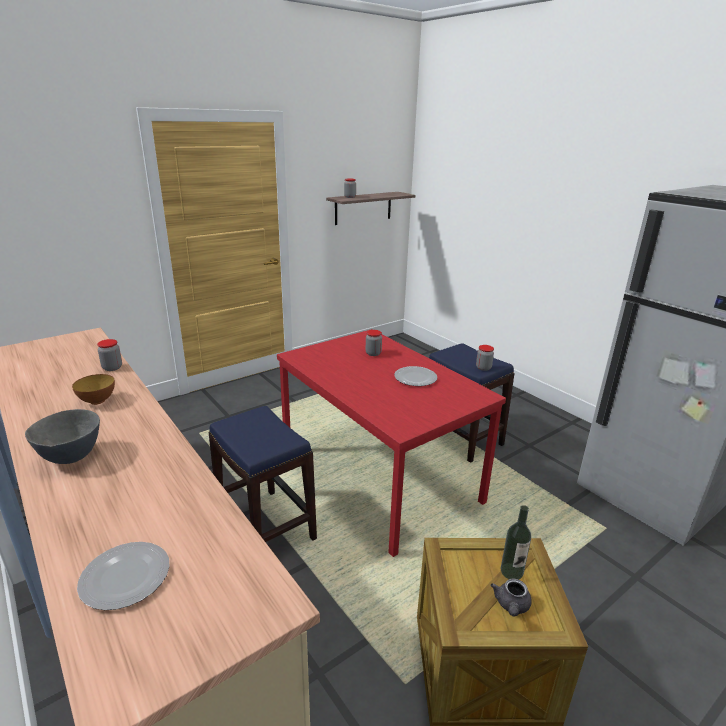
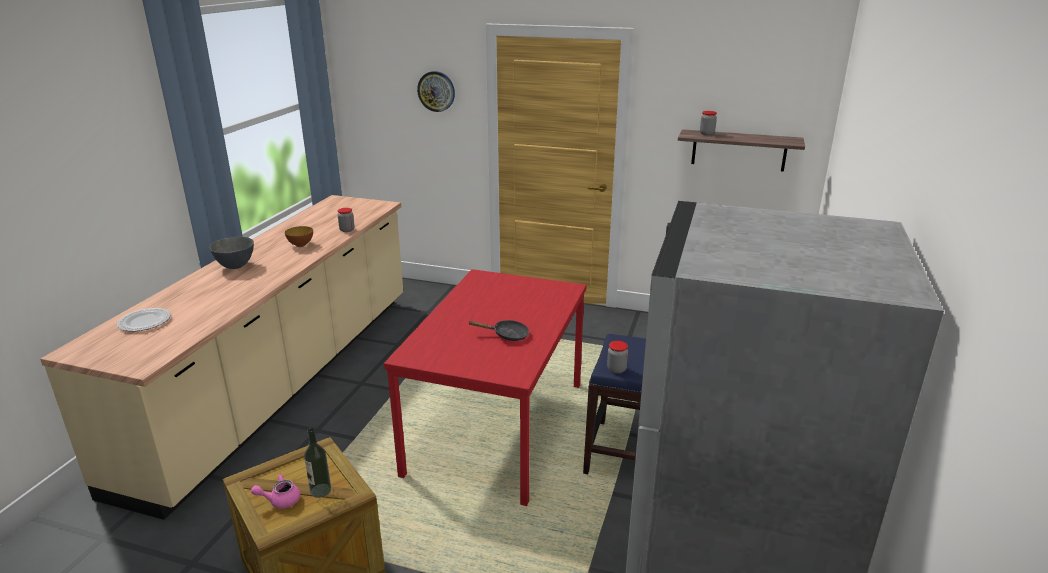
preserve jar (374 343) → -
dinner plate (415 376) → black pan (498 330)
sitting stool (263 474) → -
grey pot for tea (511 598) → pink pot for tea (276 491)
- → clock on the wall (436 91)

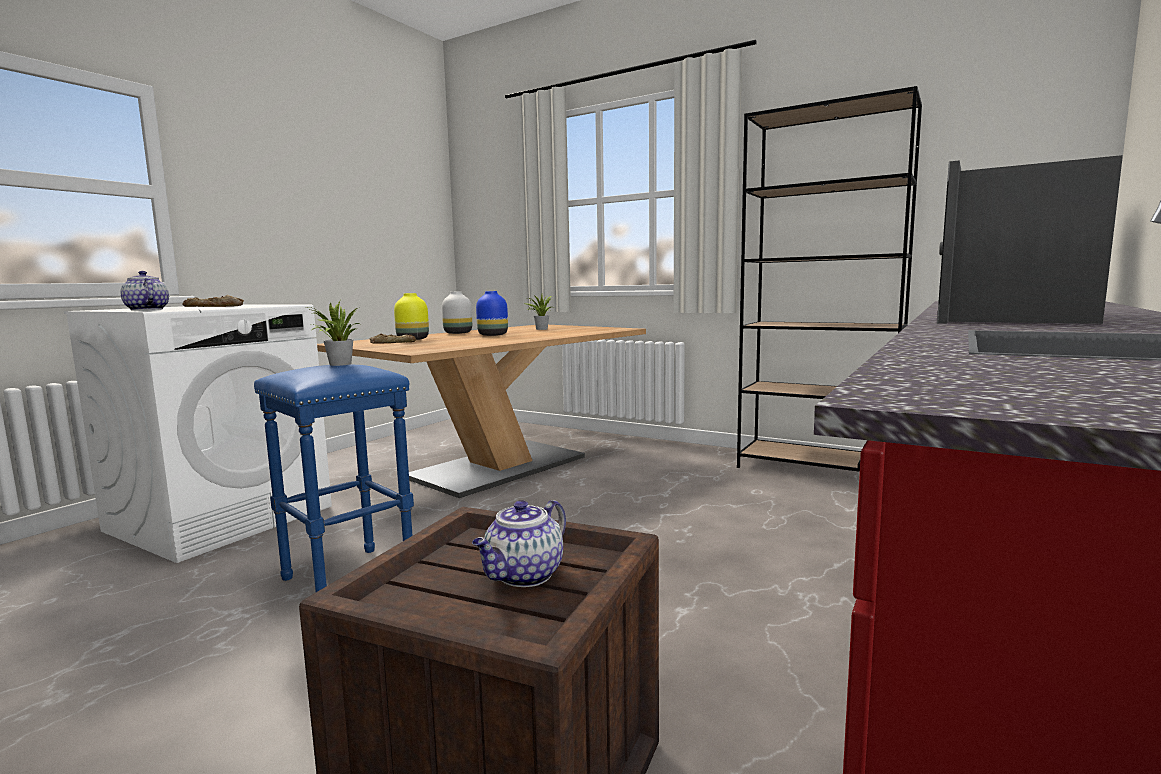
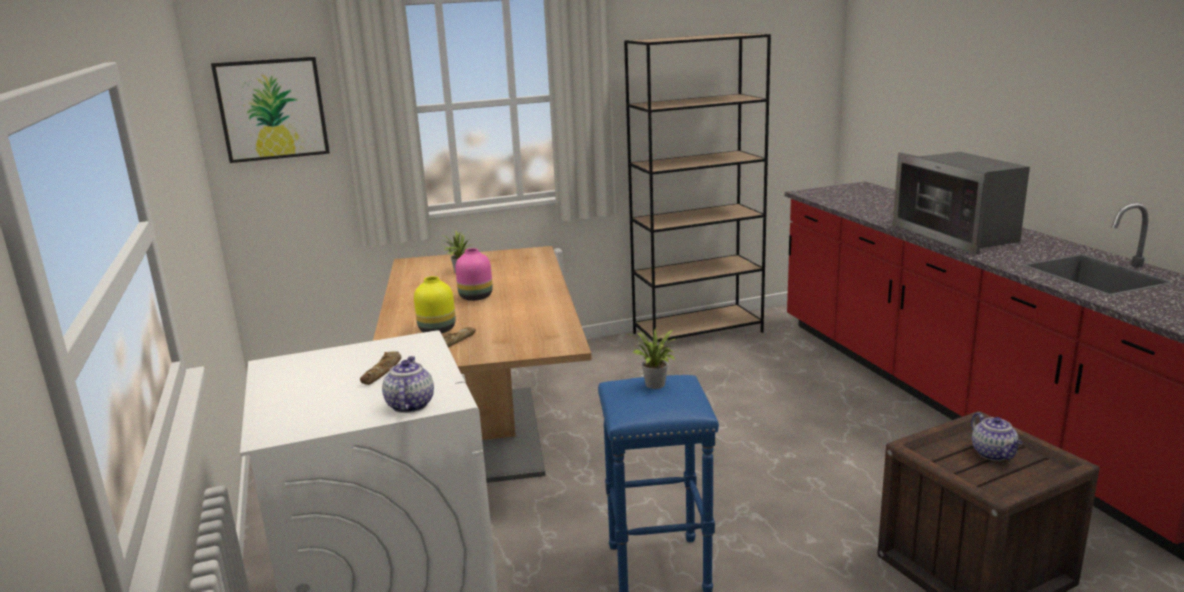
pot for tea (144 291) → pot for tea (408 384), 90 degrees clockwise
white-coloured flower vase (457 312) → -
blue flower vase (492 313) → pink flower vase (474 274)
- → wall art (270 110)

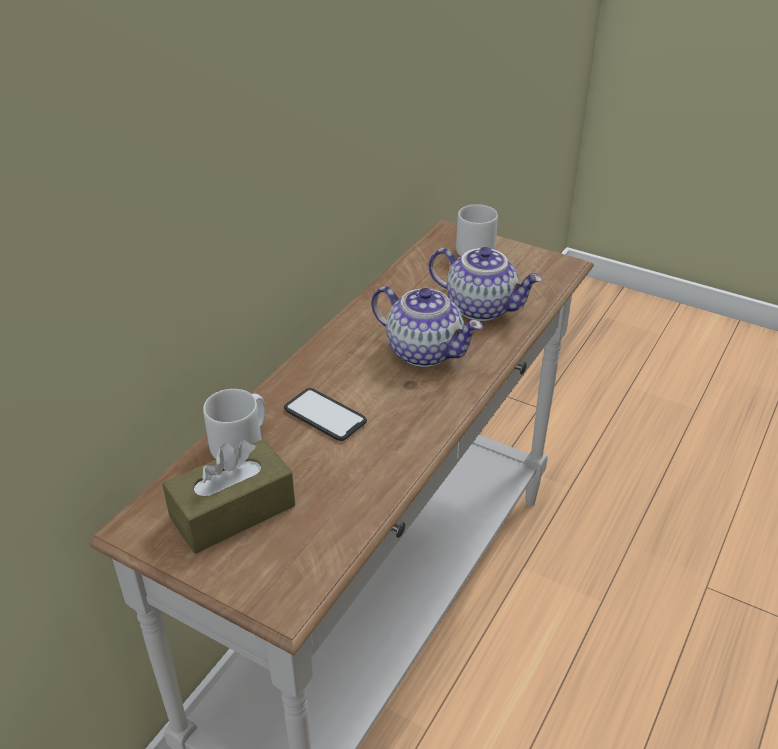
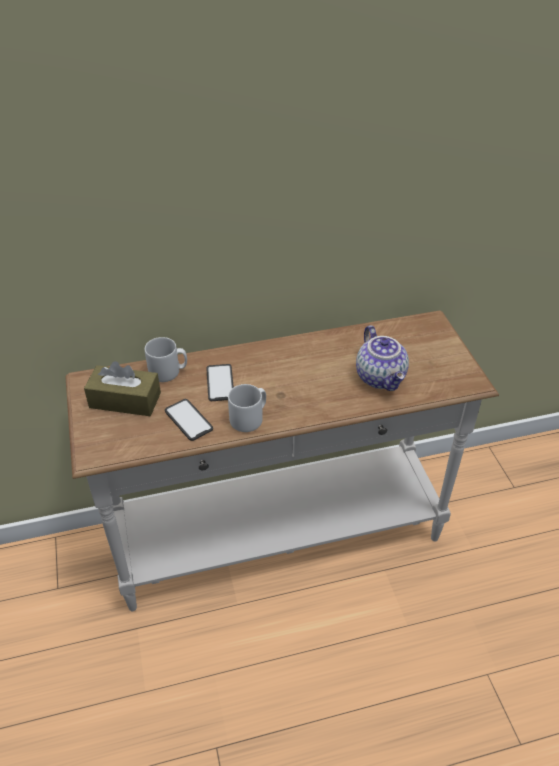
grey mug (477 230) → grey mug (247 408), move
pot for tea (427 326) → -
- → telephone (189 420)

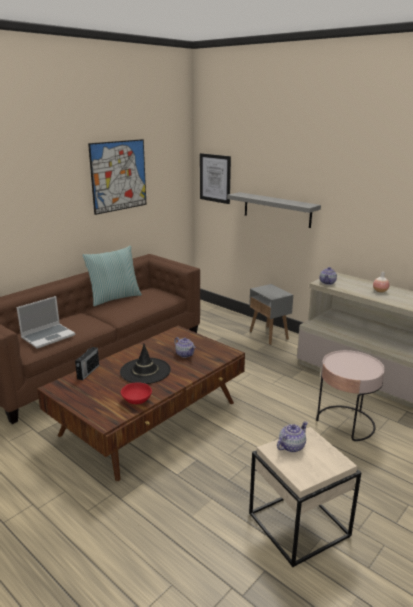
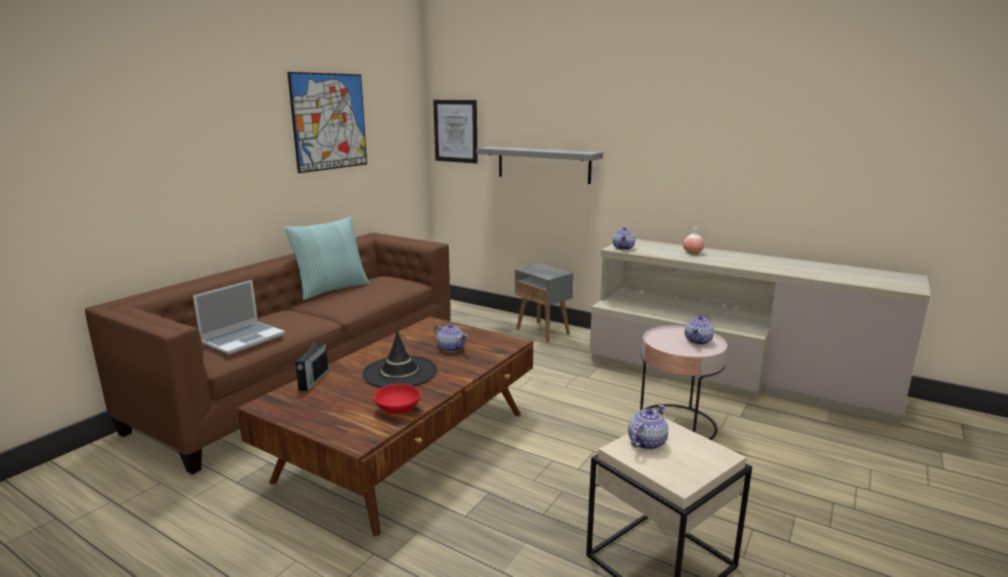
- → pot for tea (699 330)

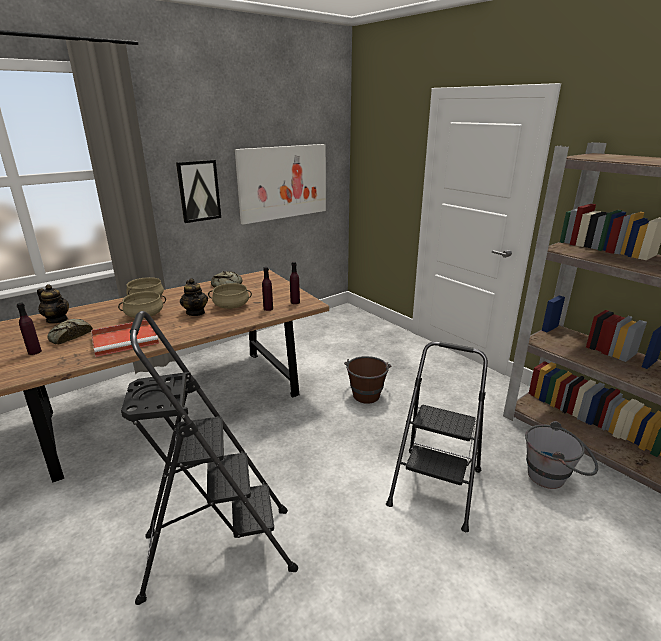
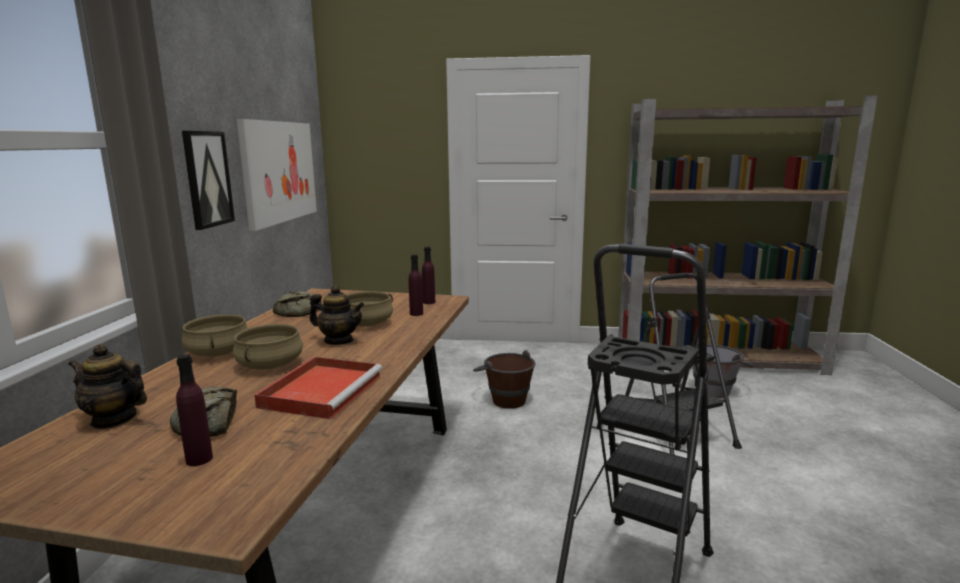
pot for tea (53 303) → pot for tea (107 386), 150 degrees counterclockwise

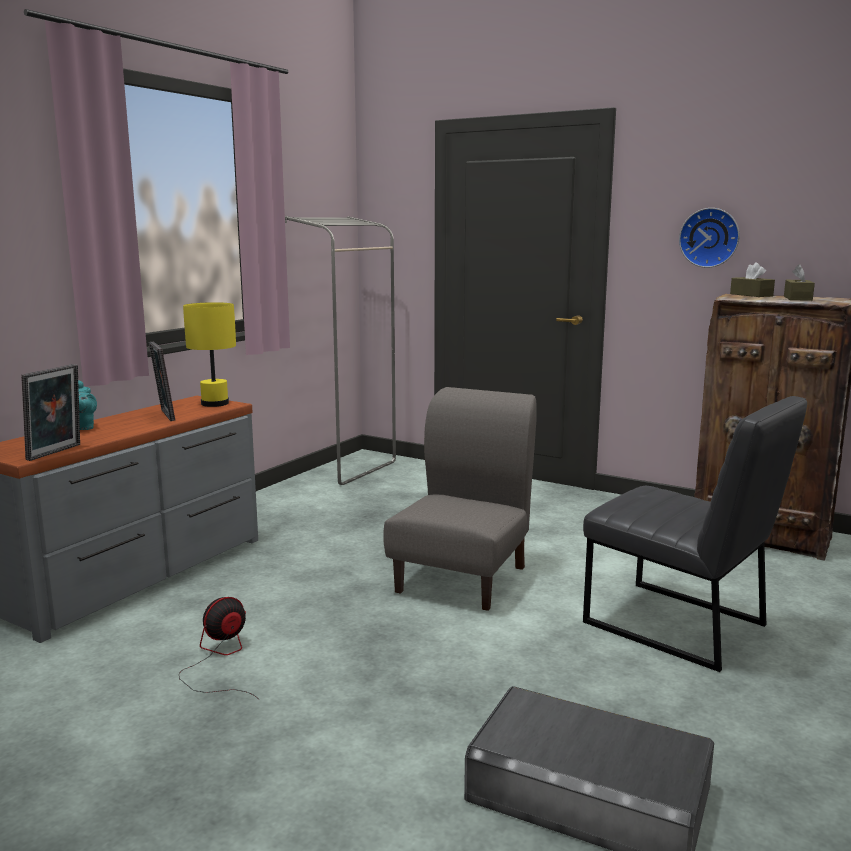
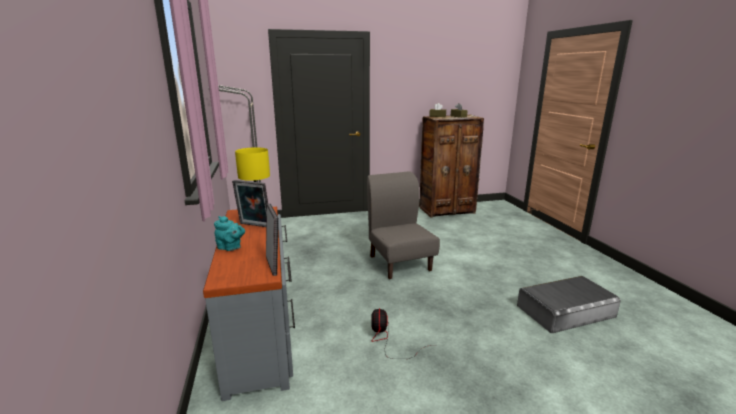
clock on the wall (709 238) → -
grey chair (695 534) → -

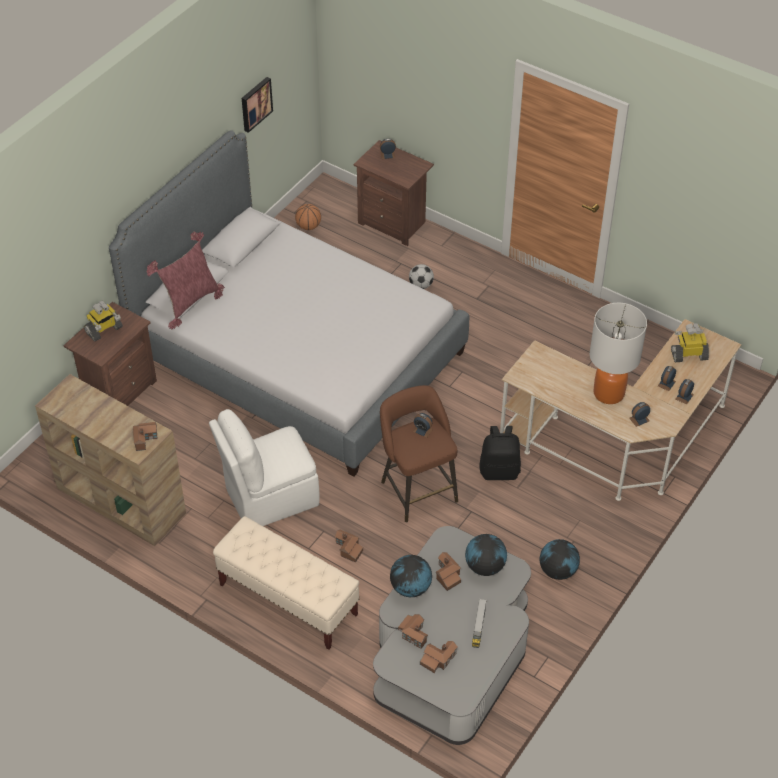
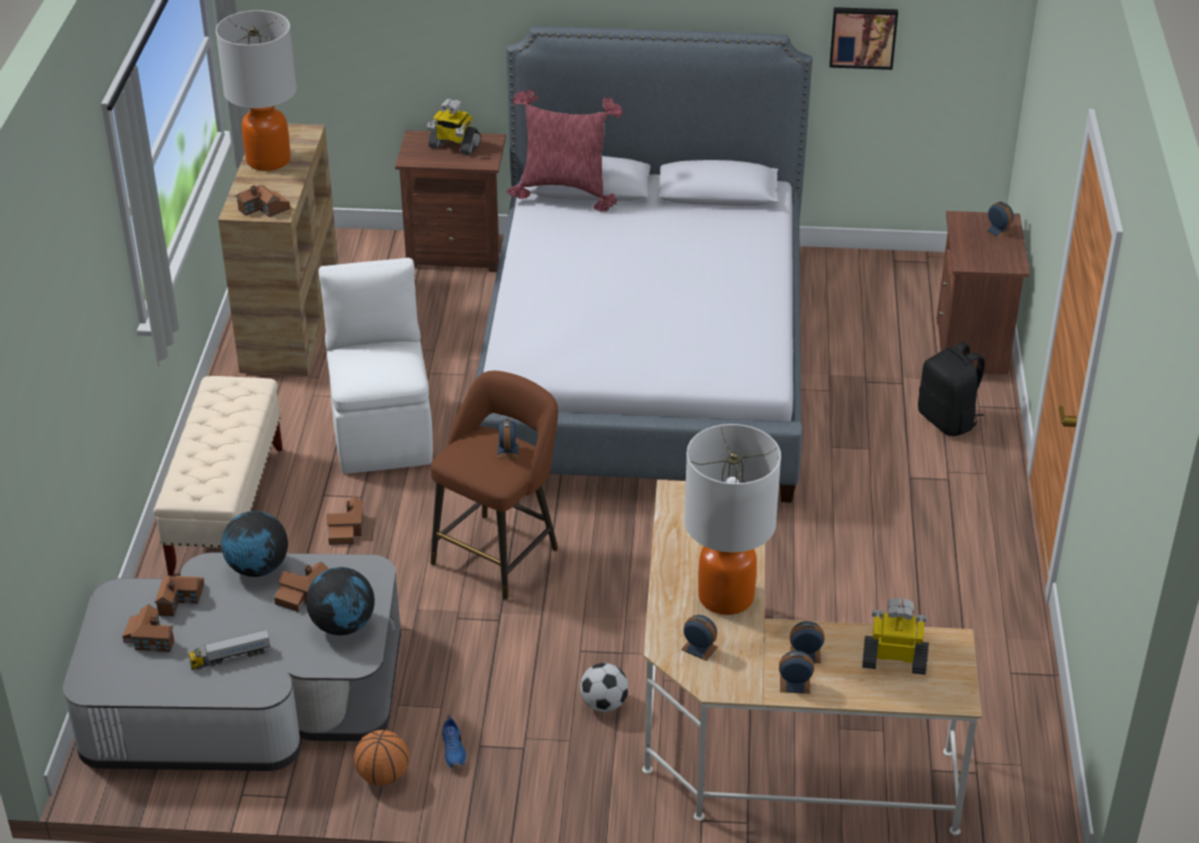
ball for basketball (308 217) → ball for basketball (381 757), move
football ball (421 276) → football ball (604 687), move
toy robot (690 342) → toy robot (895 636), 45 degrees counterclockwise
white-coloured chair (264 467) → white-coloured chair (376 366), 45 degrees clockwise
black knapsack (500 453) → black knapsack (951 389), move
globe (560 559) → blue shoe (454 741)
- → lamp for a table (256 90)

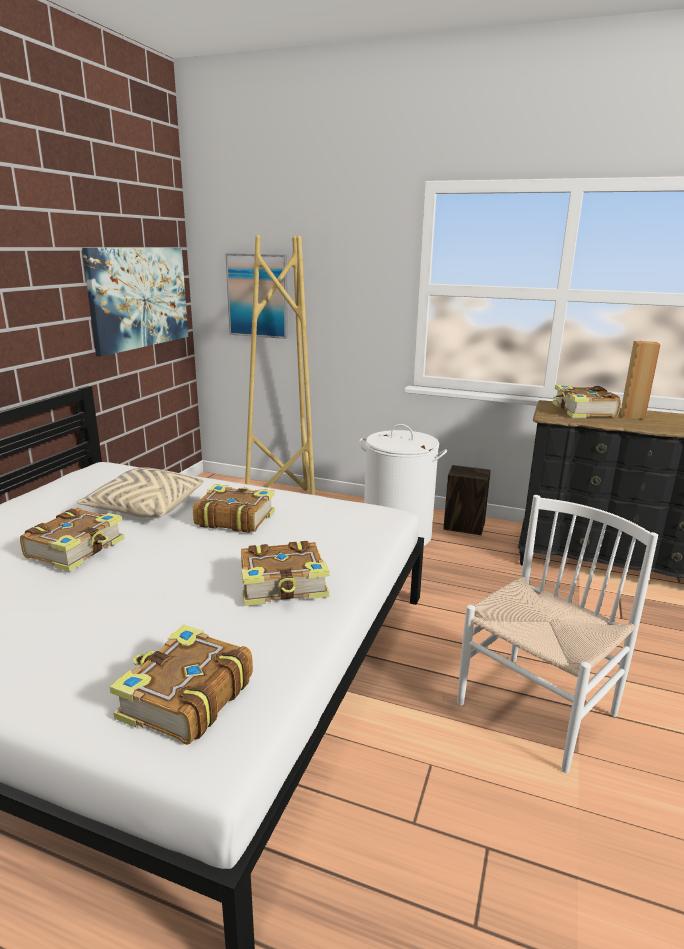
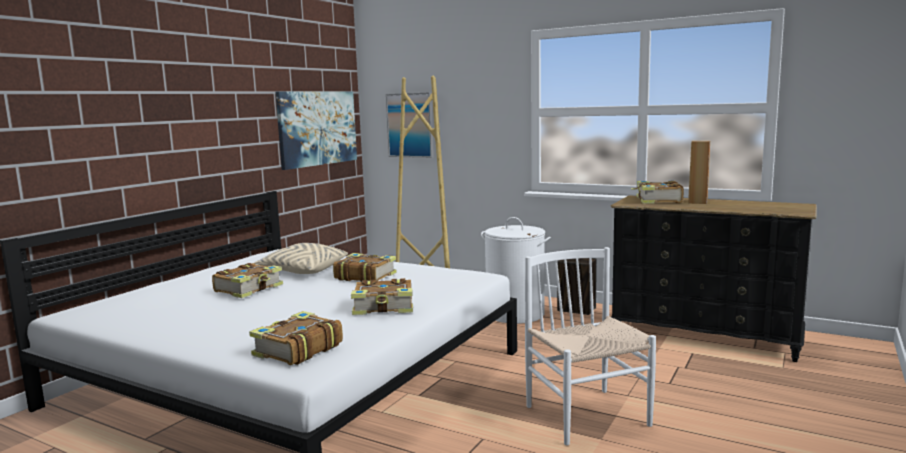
white-coloured chair (557 634) → white-coloured chair (590 346), 75 degrees counterclockwise

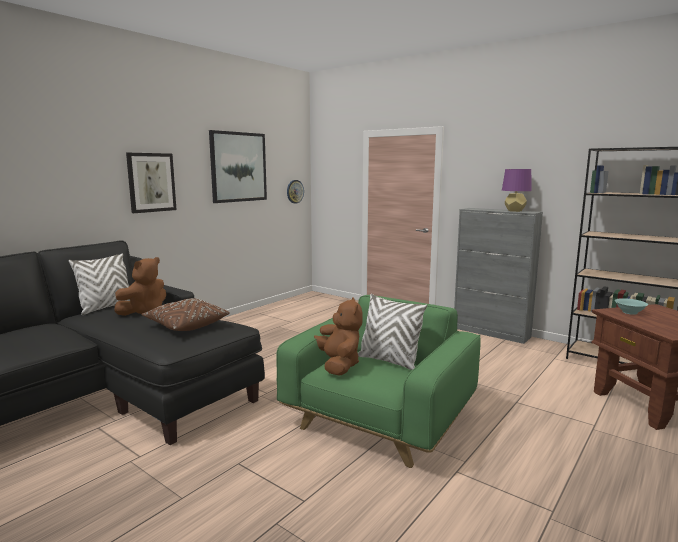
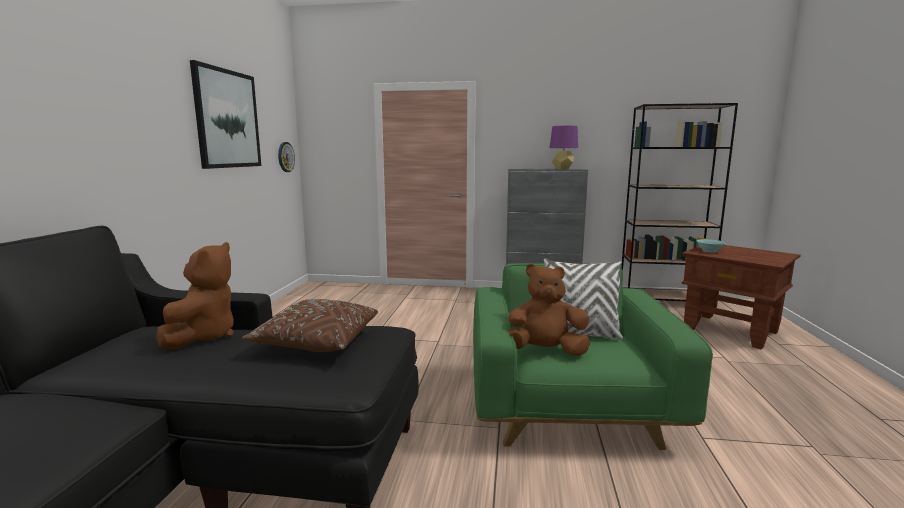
wall art (151 183) → -
white-coloured pillow (99 284) → -
brown plush toy (338 336) → brown plush toy (549 310), 45 degrees counterclockwise

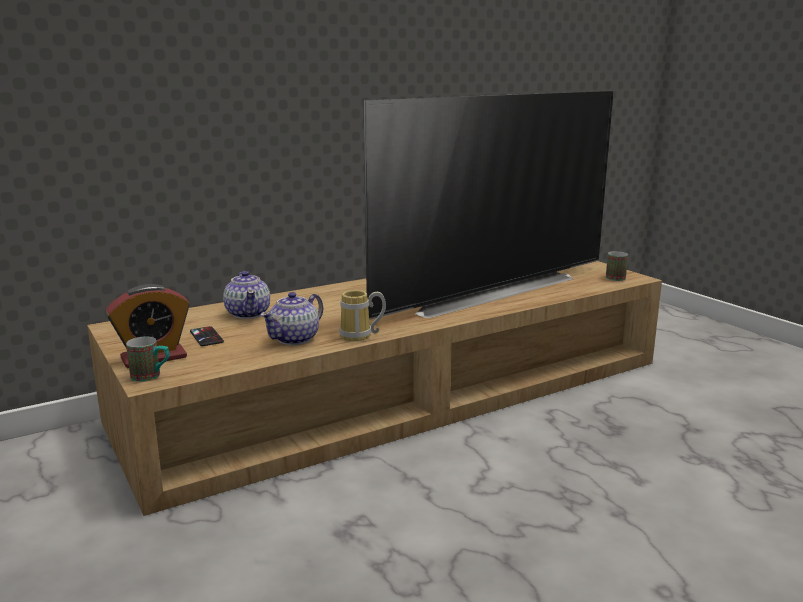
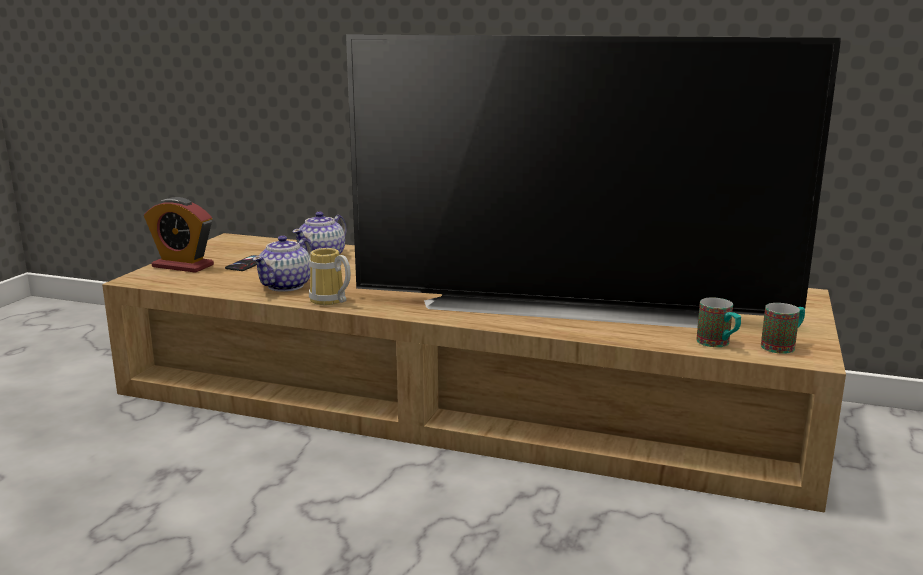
pot for tea (291 318) → pot for tea (282 263), 60 degrees counterclockwise
mug (147 359) → mug (718 322), move

